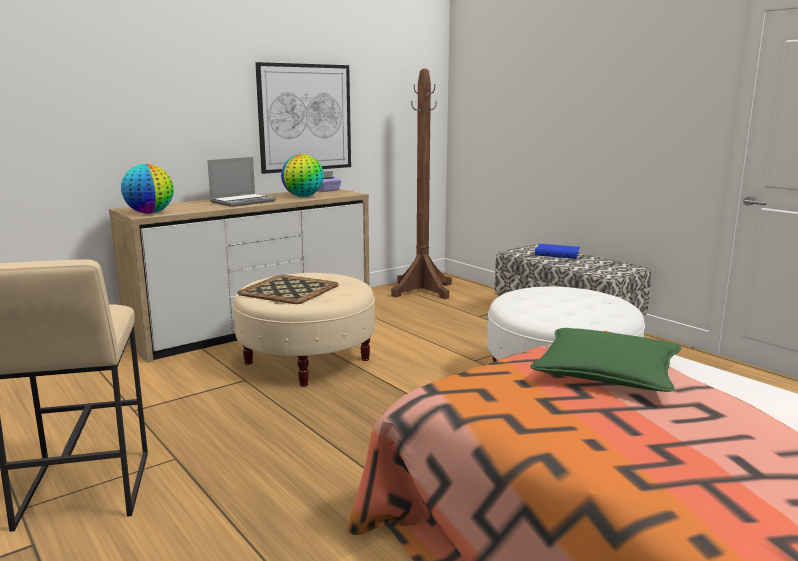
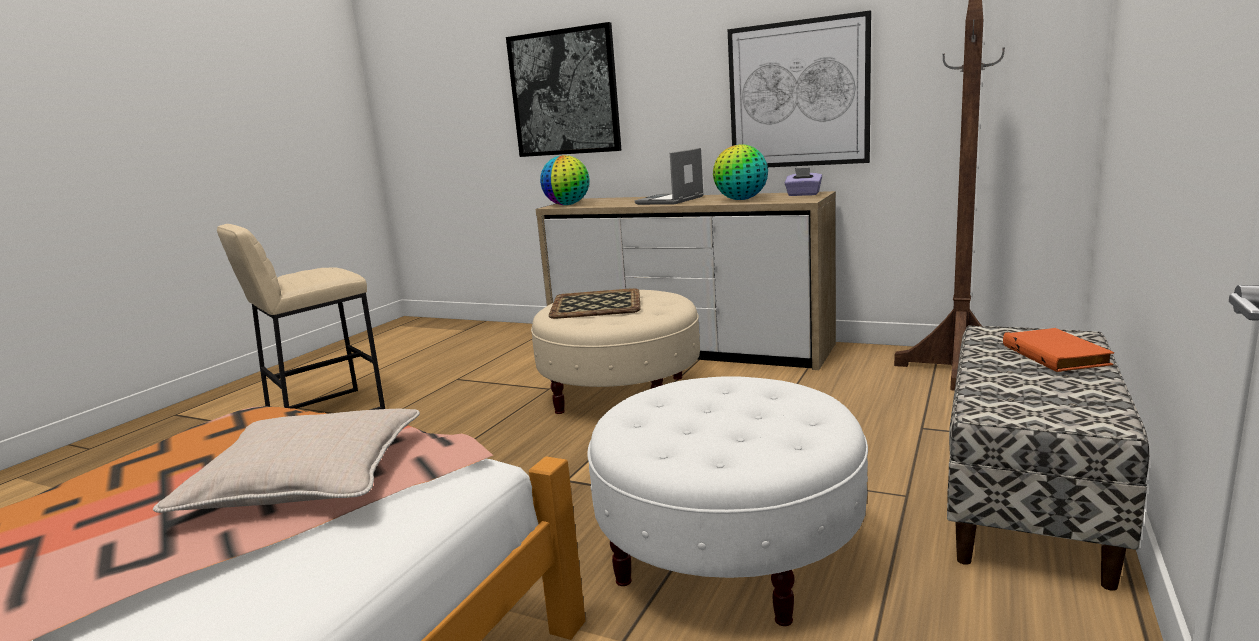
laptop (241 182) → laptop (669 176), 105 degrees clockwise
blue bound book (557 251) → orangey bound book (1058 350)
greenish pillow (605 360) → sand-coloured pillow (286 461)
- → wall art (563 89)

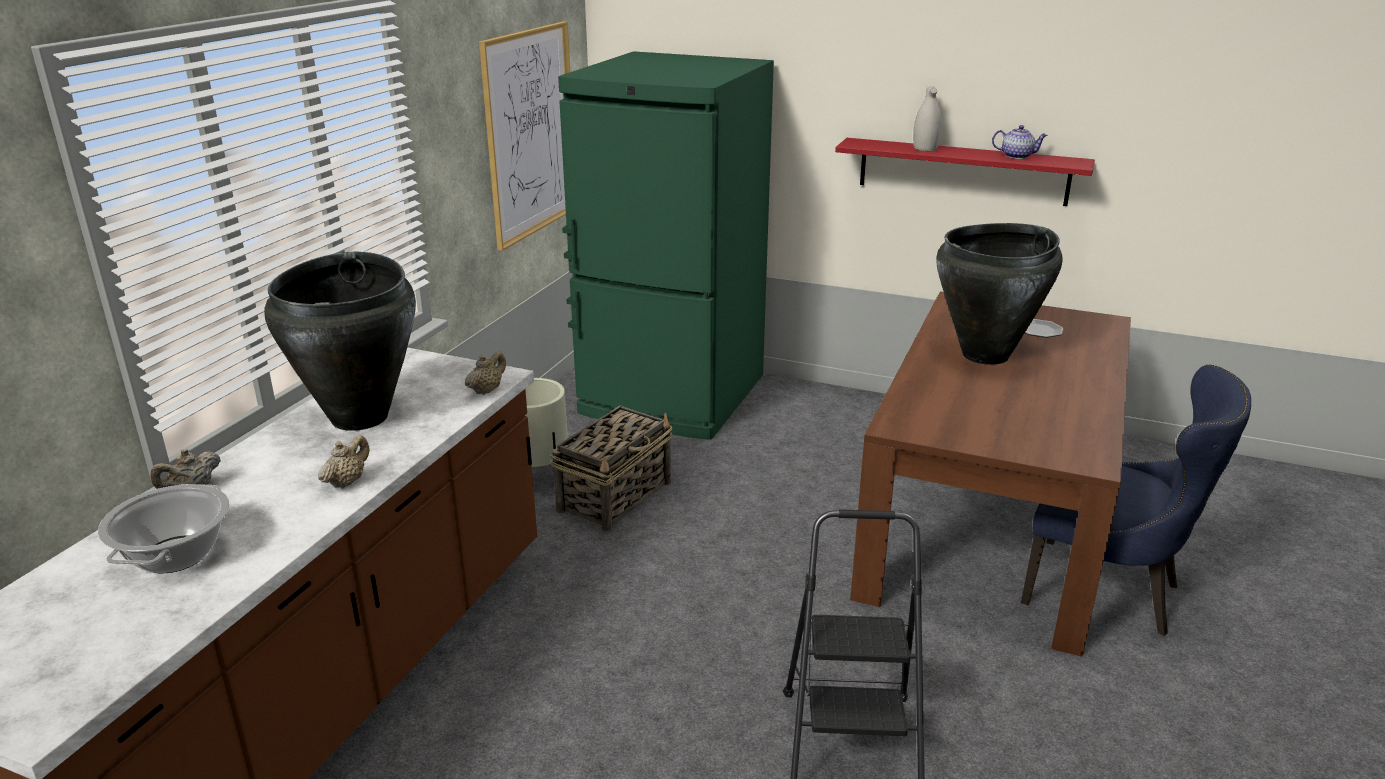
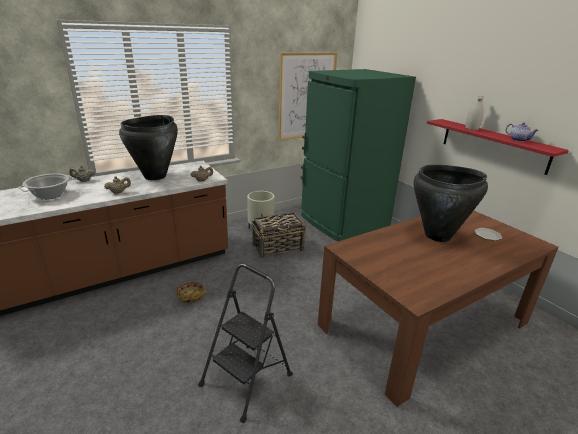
blue chair (1136 500) → -
- → household basket (191 293)

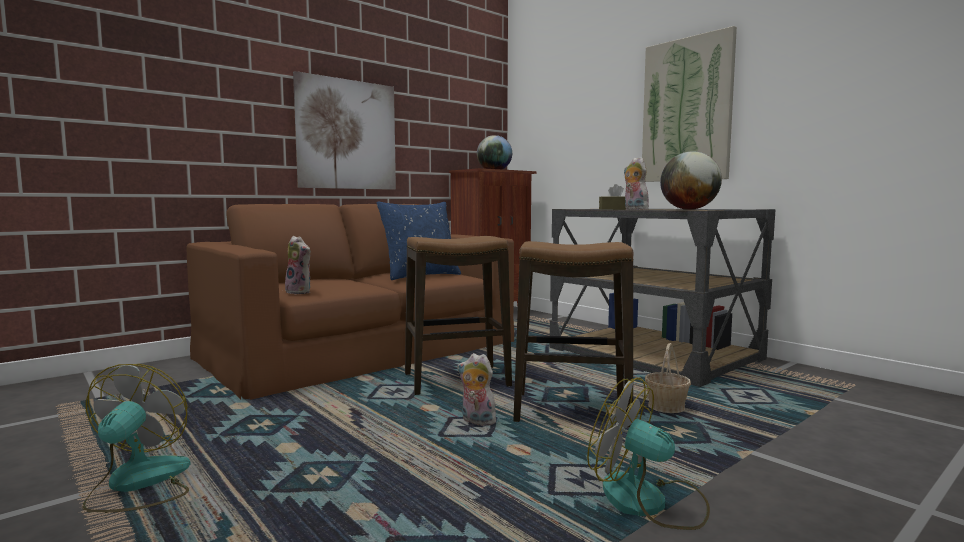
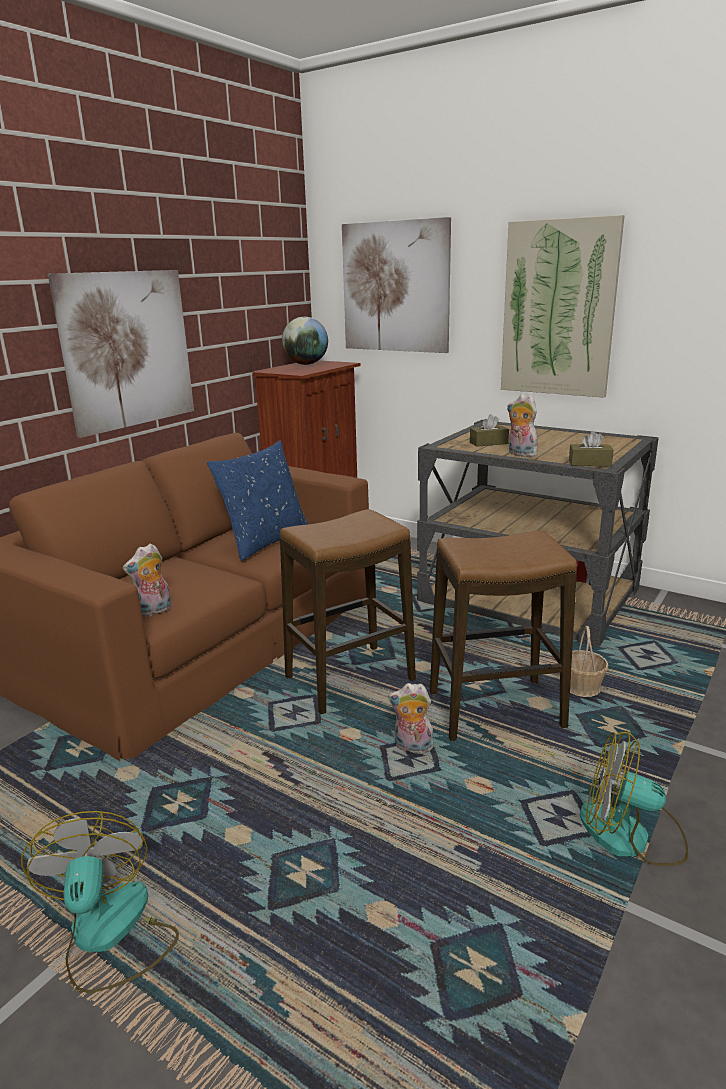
globe (691 180) → brown tissue holder (591 448)
plush toy (297 265) → plush toy (147 580), 120 degrees clockwise
- → wall art (396 285)

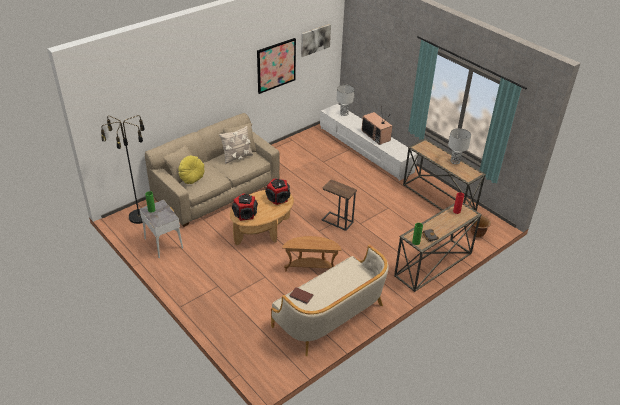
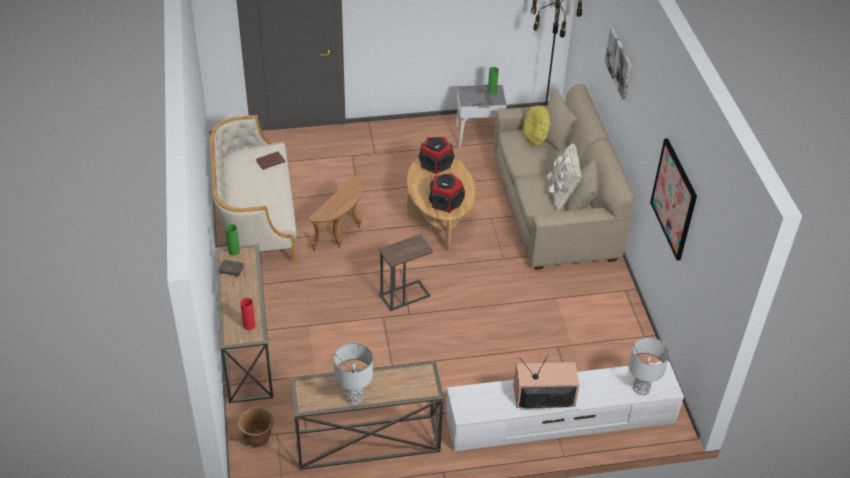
wall art (316 40) → wall art (618 63), move

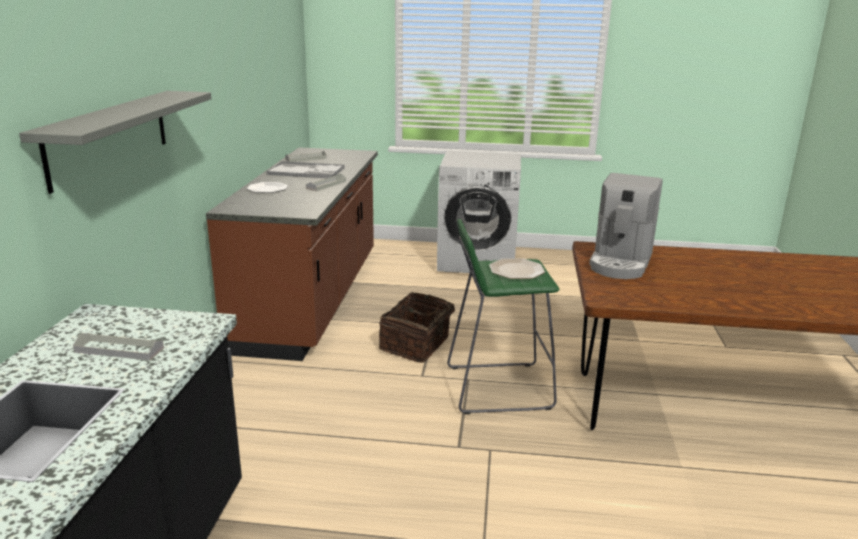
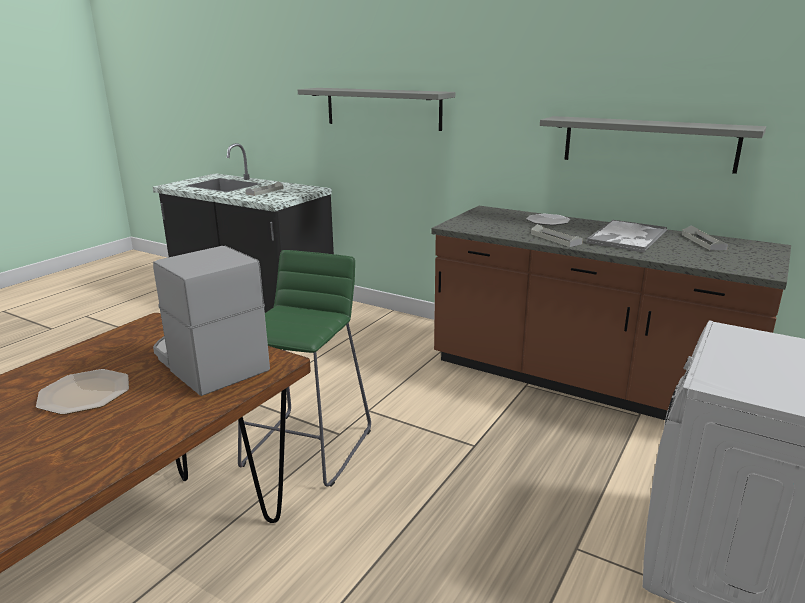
dinner plate (517 268) → dinner plate (82 392), move
household basket (422 327) → -
- → grey wall shelf (653 145)

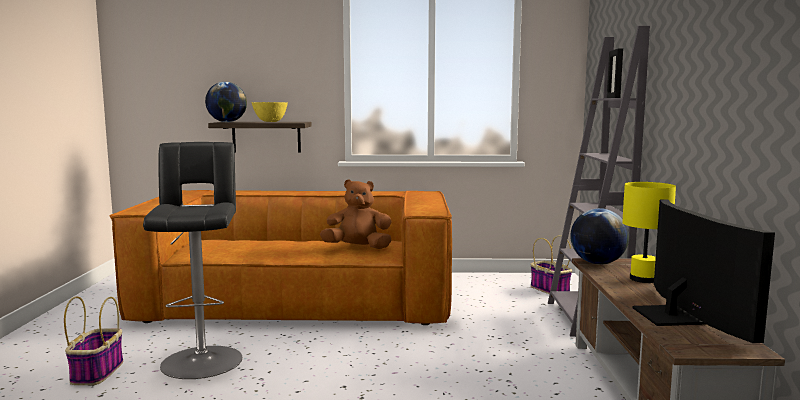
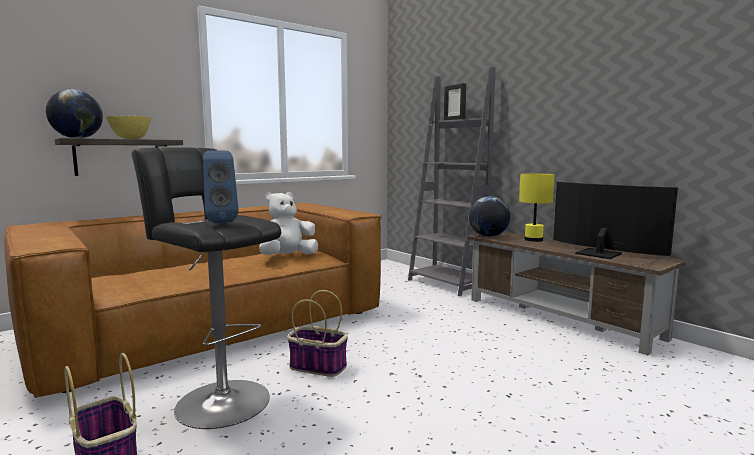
brown plush toy (356 214) → white-coloured plush toy (288 223)
household basket (551 264) → household basket (317 333), move
- → blue loudspeaker (221 186)

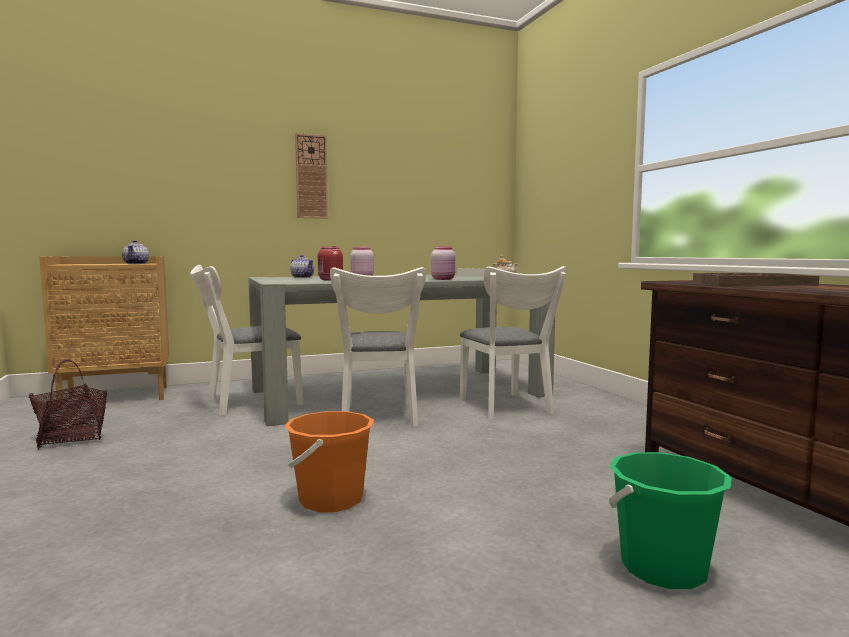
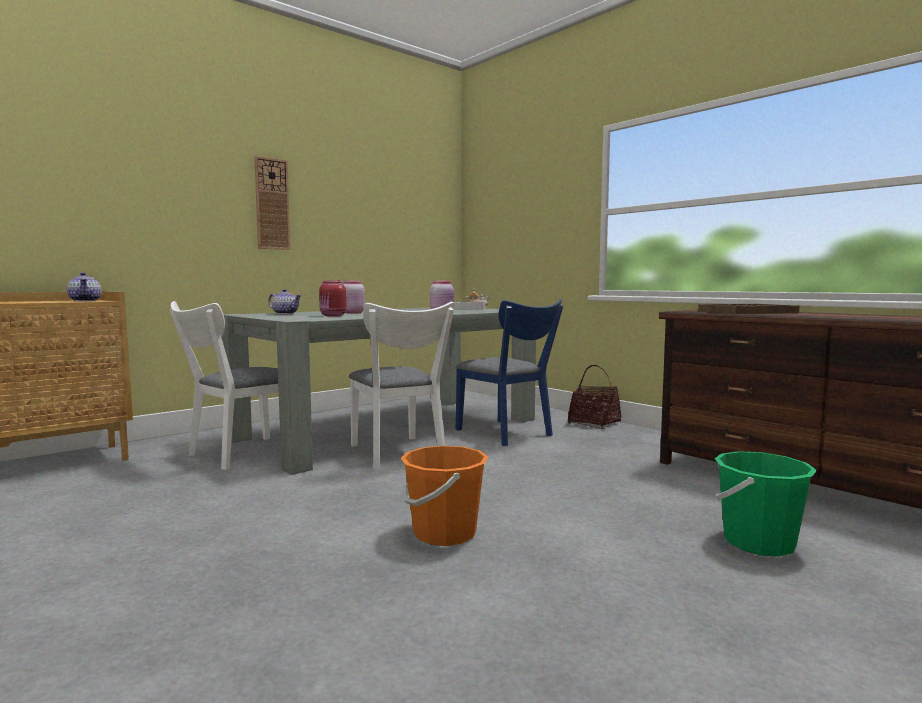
white-coloured chair (513 343) → blue chair (509 372)
household basket (68 404) → household basket (595 397), move

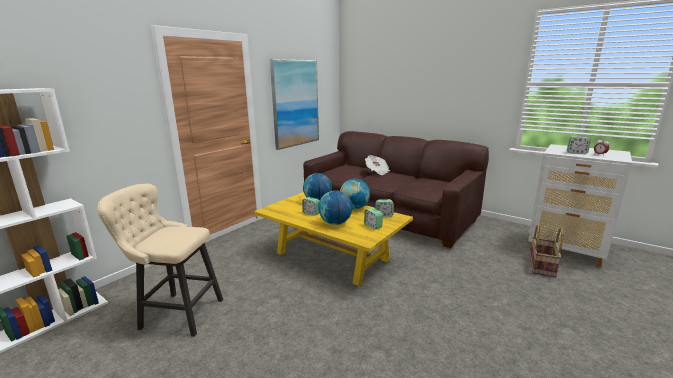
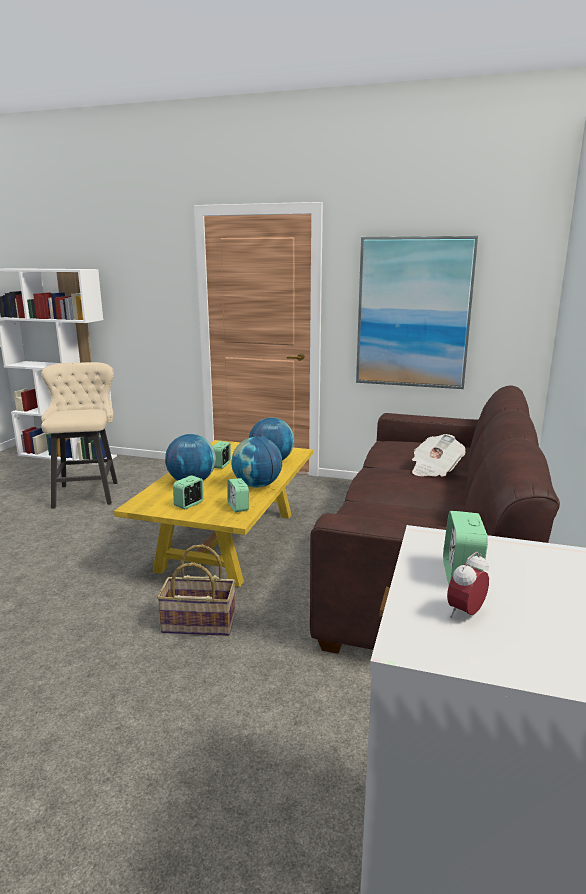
household basket (546 251) → household basket (196 590), move

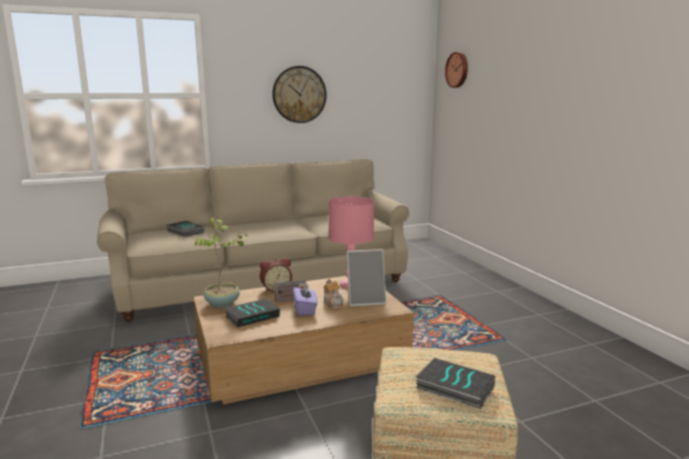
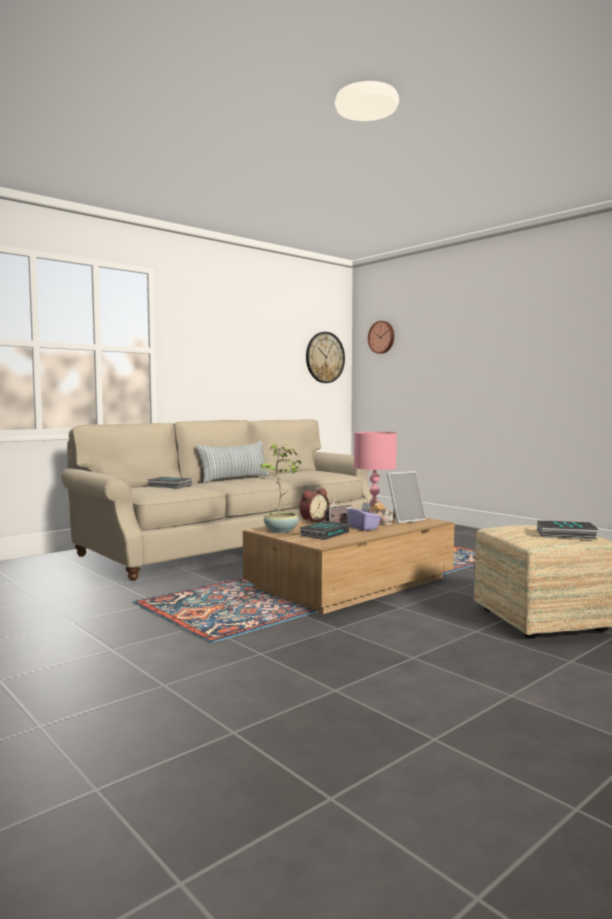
clock on the wall (299 94) → clock on the wall (325 357), move
- → pillow (232 462)

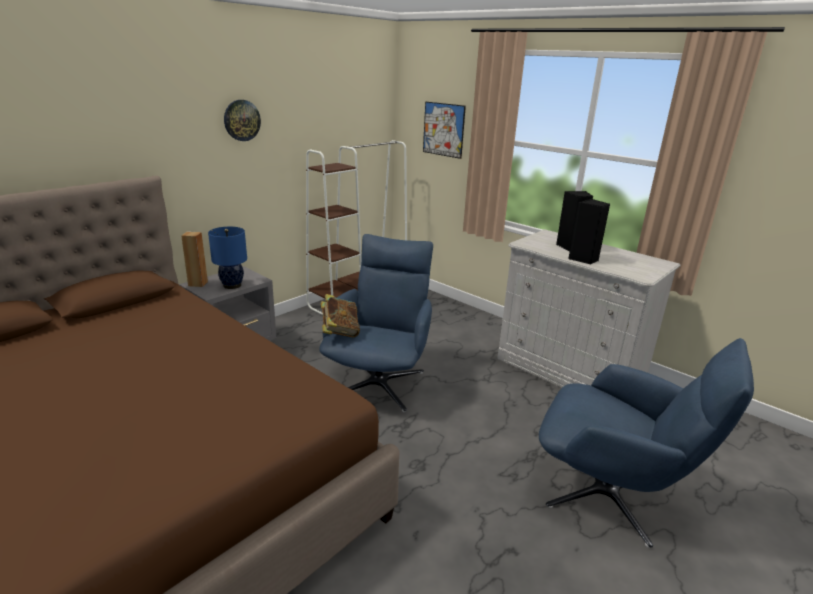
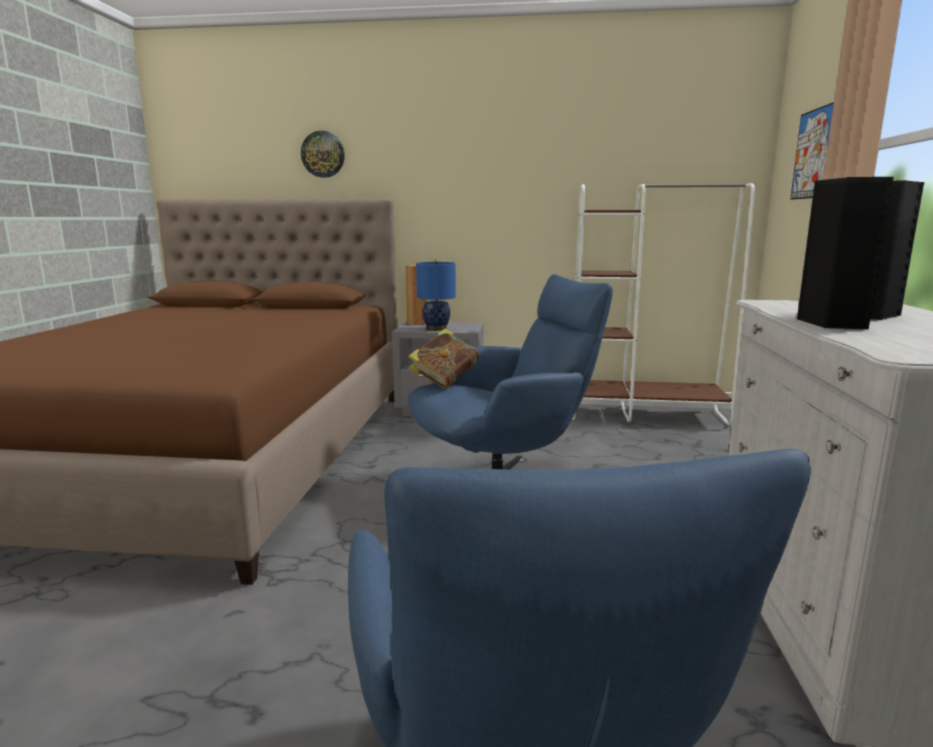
clock on the wall (242 120) → clock on the wall (323 154), move

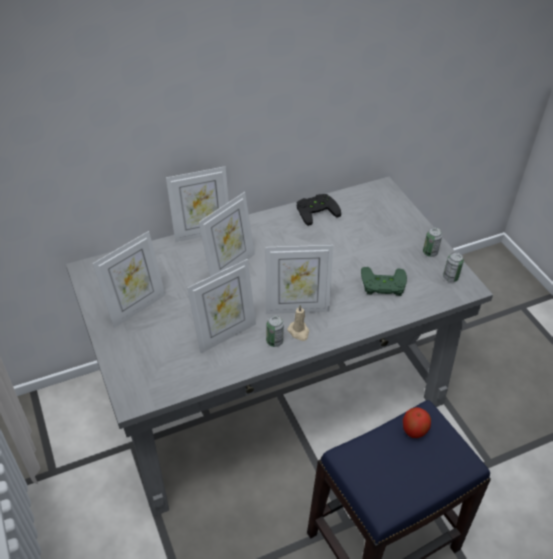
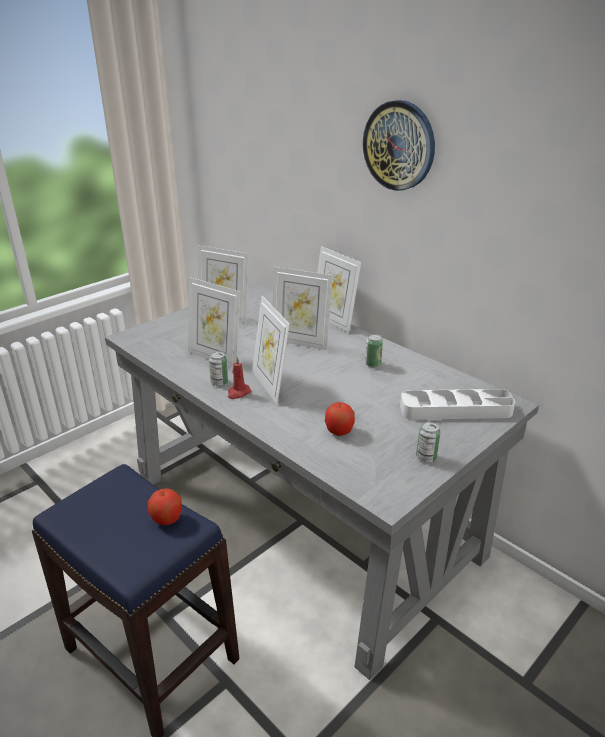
black gamepad (319 210) → -
can (453 267) → can (374 350), move
greenish gamepad (384 281) → apple fruit (340 419)
sand-coloured wax candle (298 323) → red wax candle (239 378)
- → clock on the wall (399 145)
- → grey tray (457 404)

